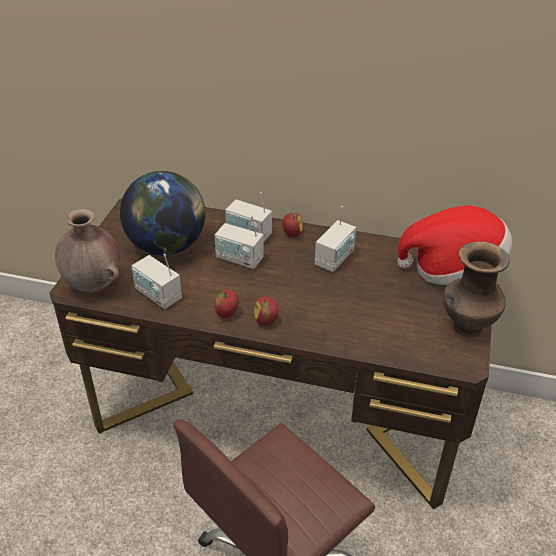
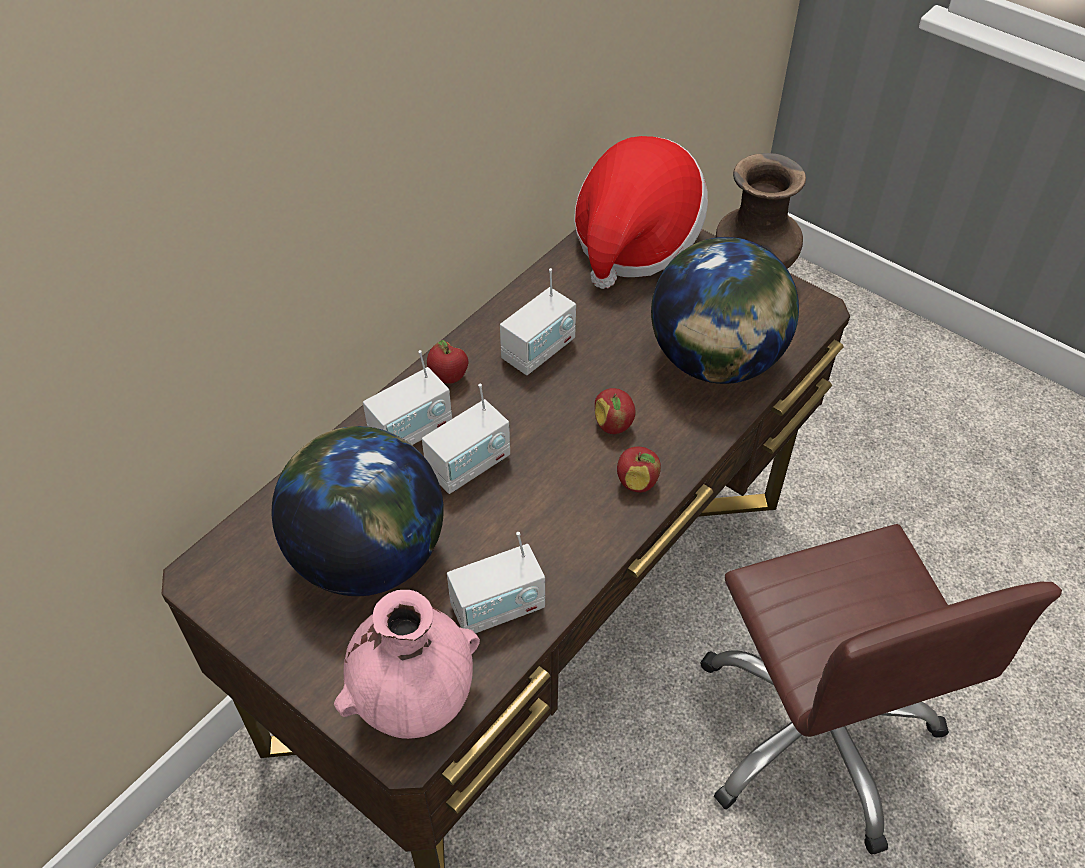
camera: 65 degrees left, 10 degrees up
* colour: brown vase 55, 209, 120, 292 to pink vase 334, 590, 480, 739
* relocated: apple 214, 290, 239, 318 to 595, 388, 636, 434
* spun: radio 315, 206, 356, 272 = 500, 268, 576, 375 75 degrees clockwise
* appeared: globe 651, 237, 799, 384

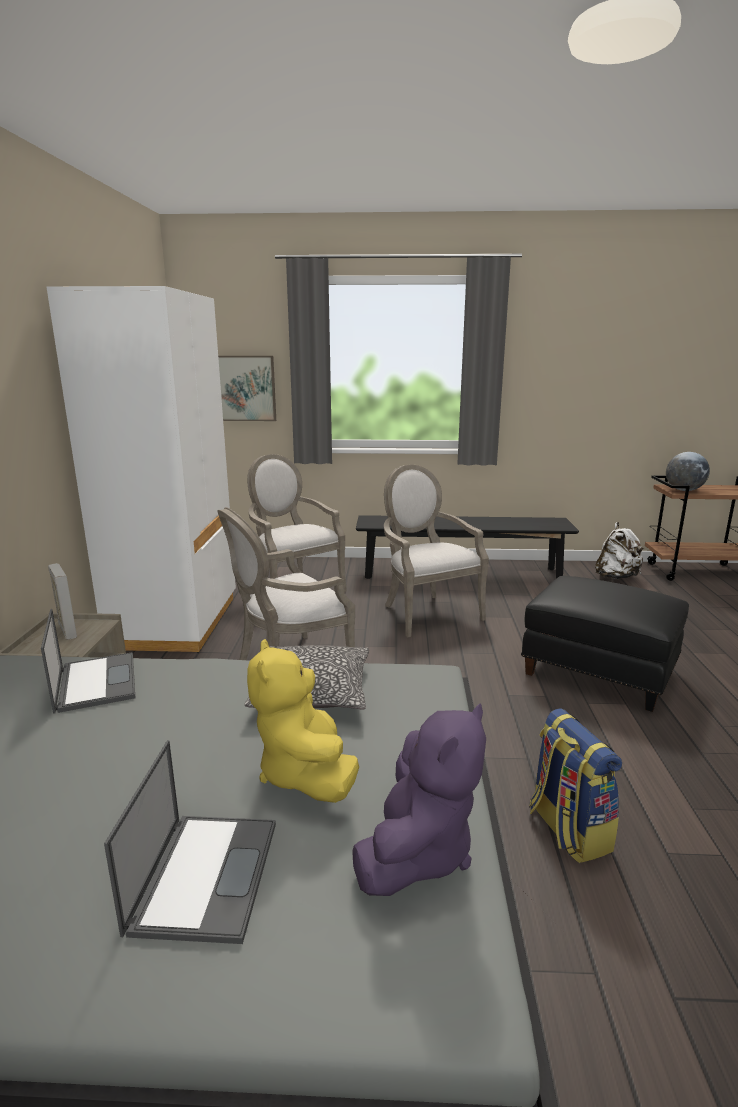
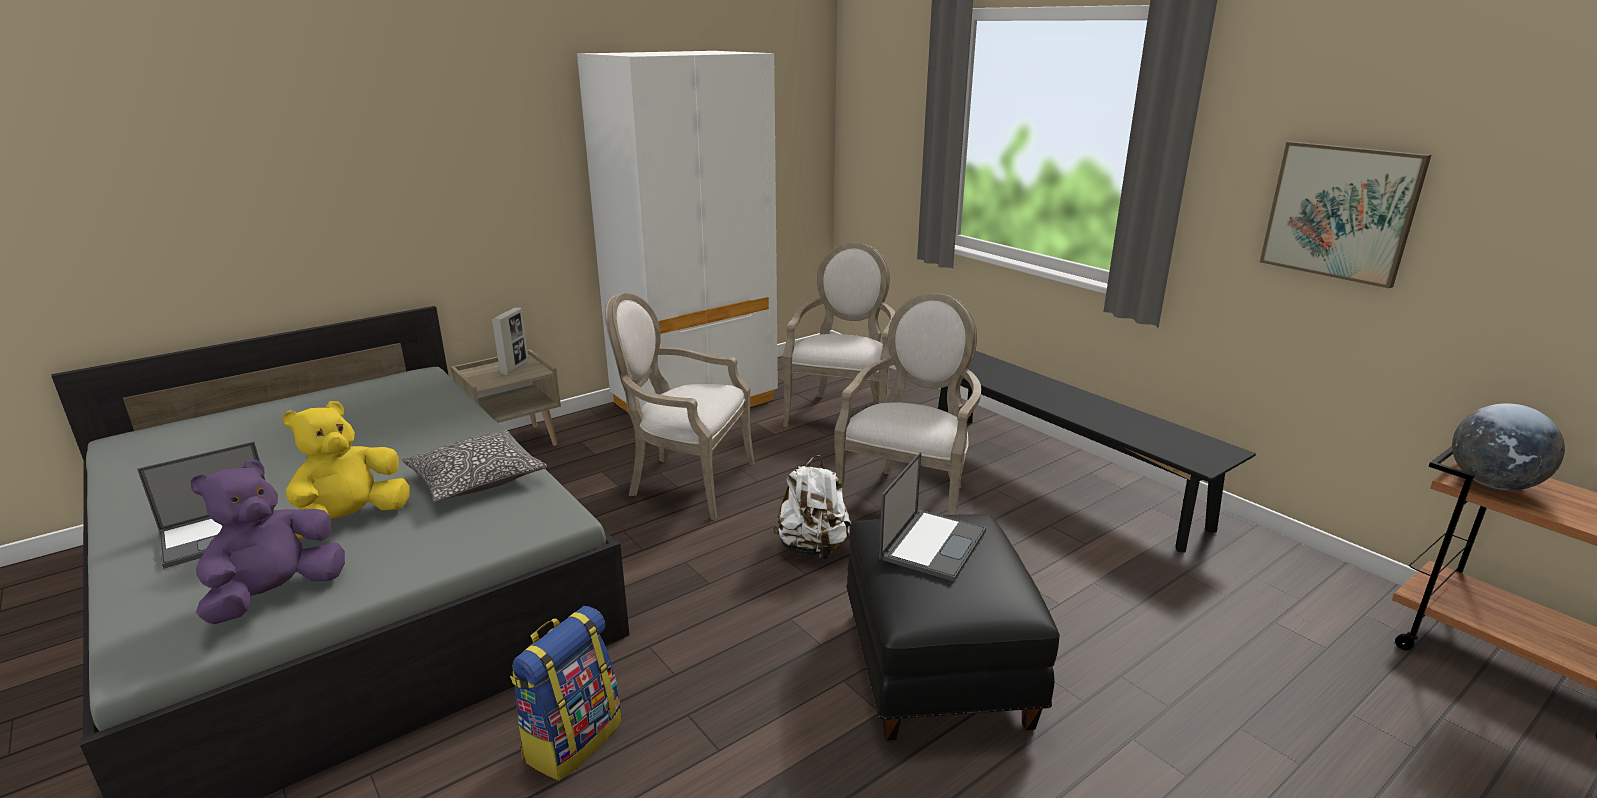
camera: 50 degrees right, 5 degrees up
* relocated: laptop 41, 609, 135, 714 to 879, 452, 986, 581
* relocated: picture 218, 356, 276, 421 to 1260, 141, 1431, 288
* spun: purple plush toy 352, 704, 486, 896 = 190, 460, 345, 624 135 degrees clockwise
* relocated: white backpack 595, 522, 643, 579 to 773, 455, 851, 559

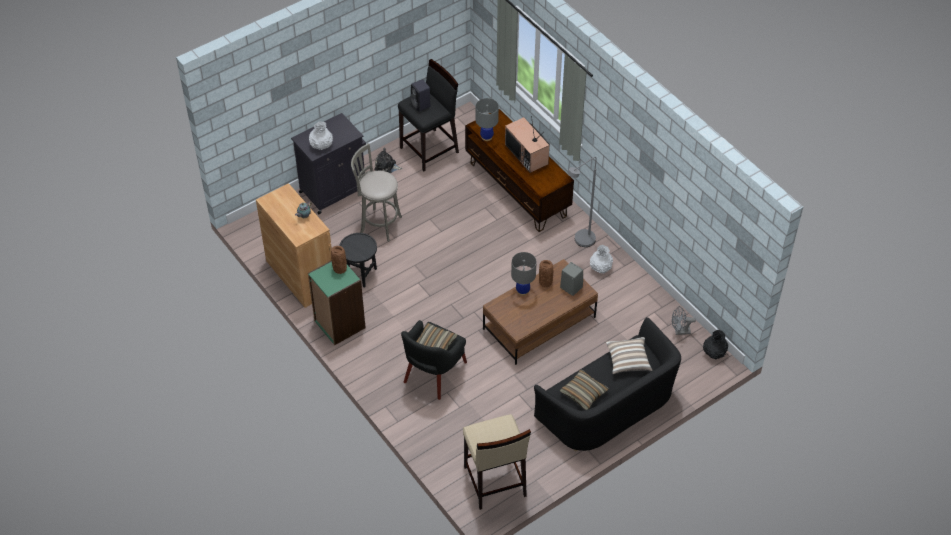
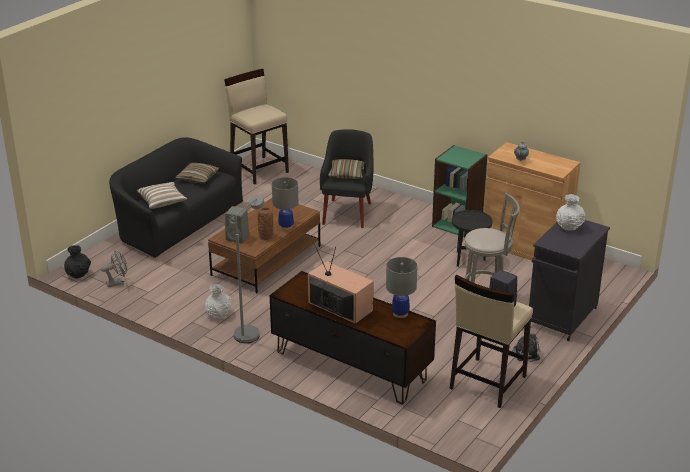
camera: 160 degrees right, 20 degrees down
* missing: brown vase 331, 246, 347, 274
* colour: black stool 398, 59, 459, 172 to beige stool 450, 275, 533, 408

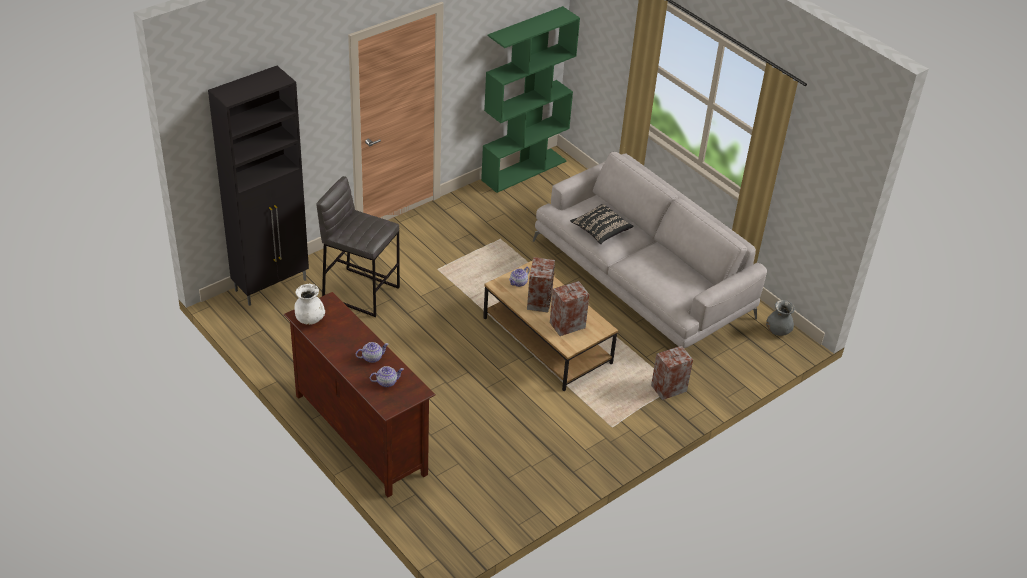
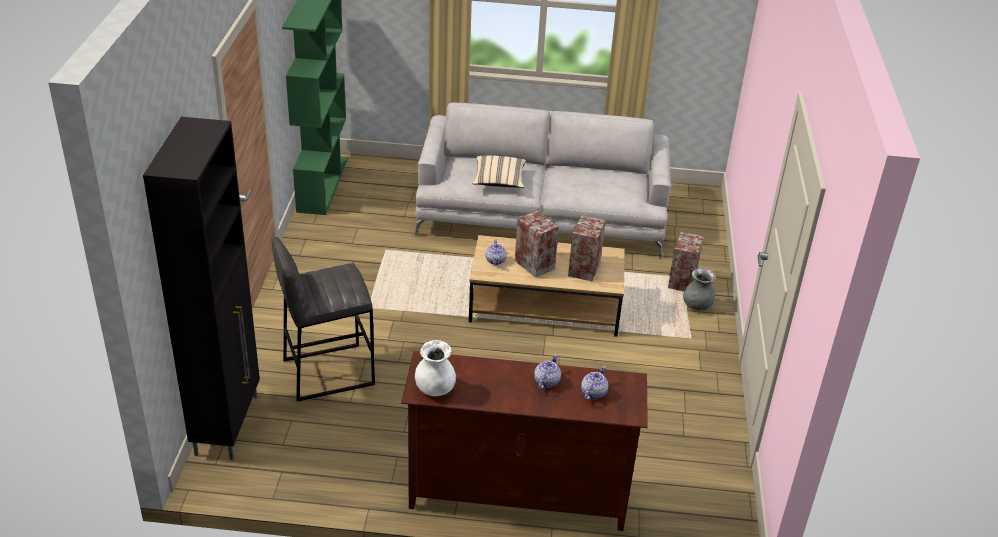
camera: 45 degrees left, 5 degrees down
* colour: black pillow 570, 204, 633, 244 to beige pillow 472, 155, 526, 188
* relocated: grey vase 766, 300, 795, 336 to 683, 268, 716, 311

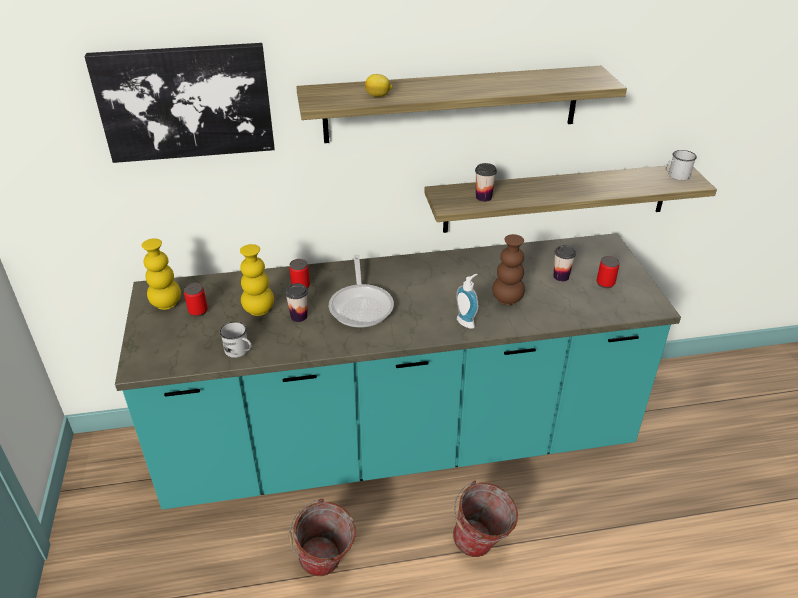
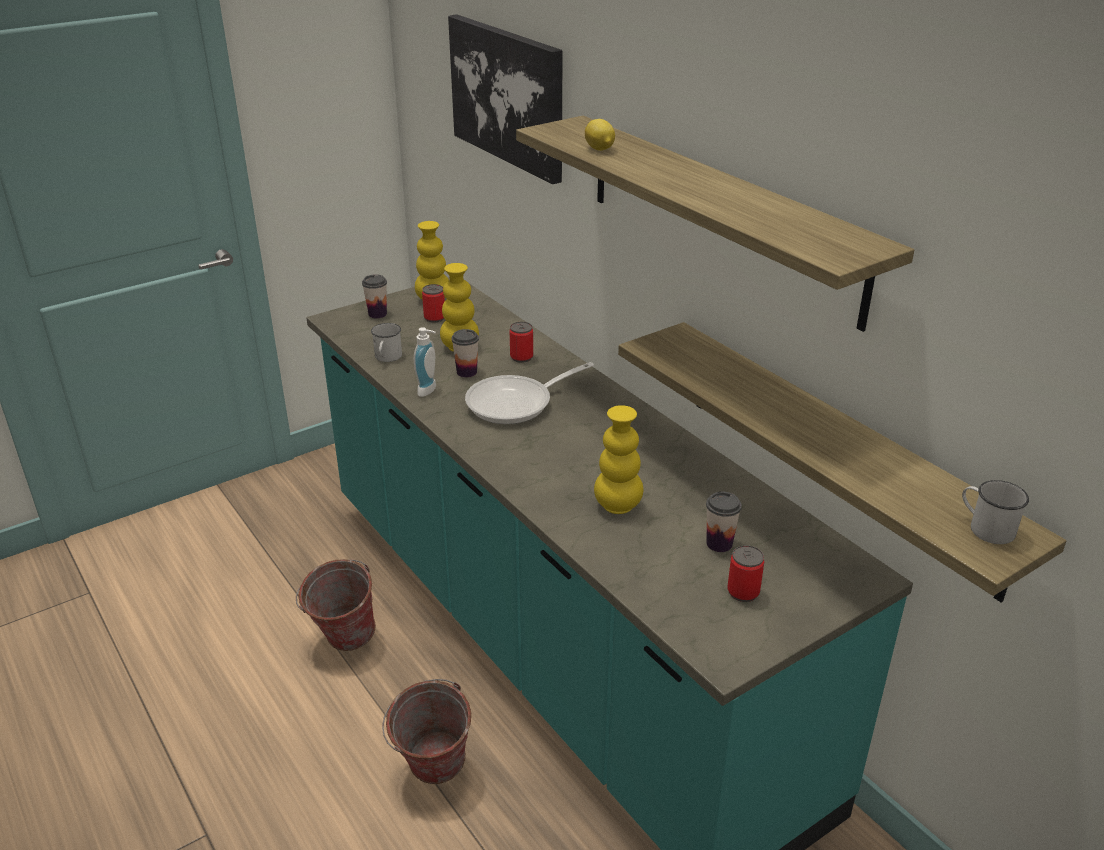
camera: 65 degrees right, 5 degrees down
* relocated: soap dispenser 456, 274, 478, 329 to 414, 327, 436, 397
* relocated: cup 475, 163, 497, 202 to 362, 274, 387, 318
* colour: brown vase 492, 234, 525, 305 to yellow vase 594, 405, 643, 514

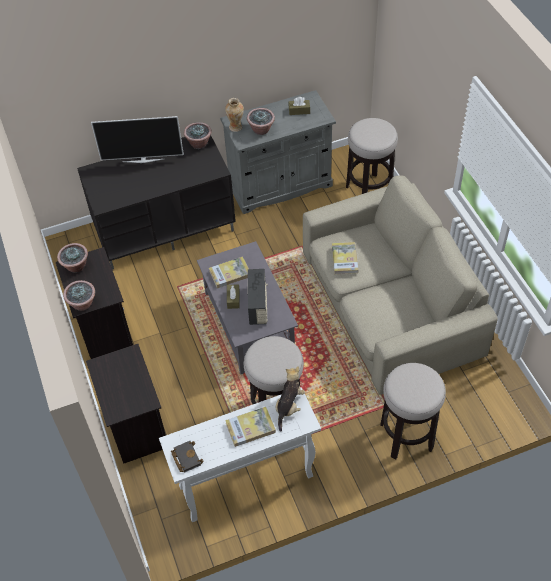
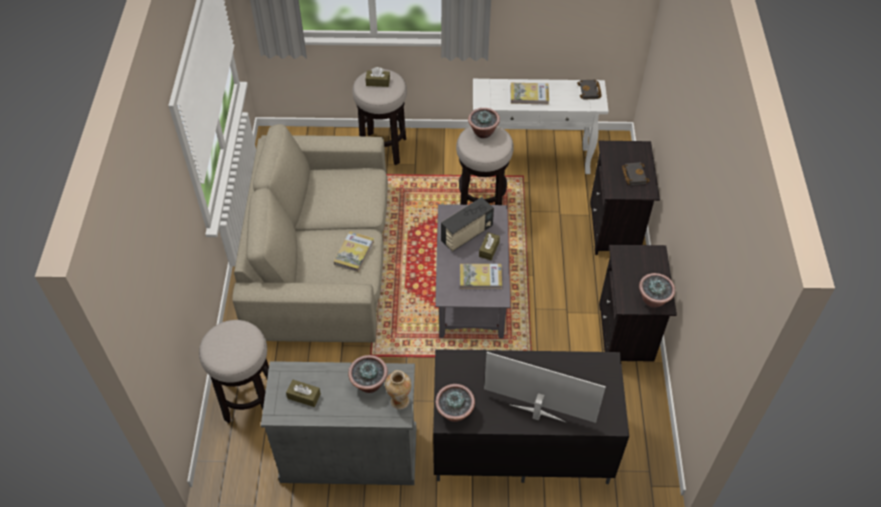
camera: 160 degrees left, 0 degrees up
* relocated: potted plant 63, 280, 95, 311 to 468, 108, 500, 138
* spun: radio 248, 269, 268, 325 = 441, 197, 494, 252 150 degrees counterclockwise
* missing: plush toy 276, 366, 305, 431
* appeared: brown tissue box 366, 67, 390, 87
* appeared: black book 622, 162, 649, 185

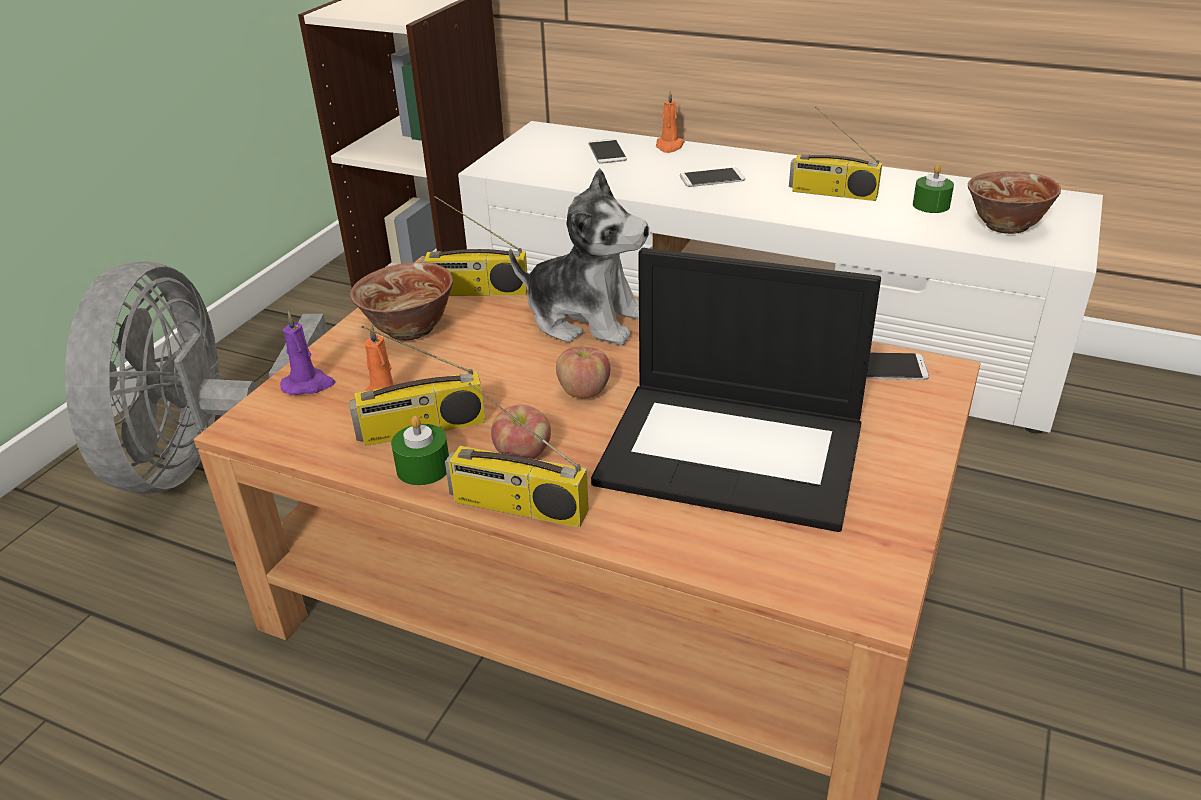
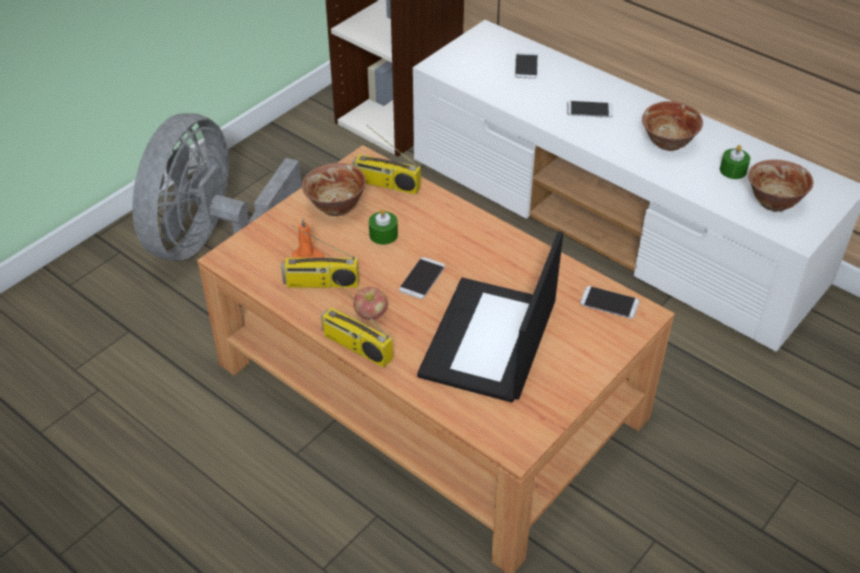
camera: 15 degrees right, 10 degrees up
* missing: purple candle 280, 311, 335, 395
* relocated: green candle 391, 416, 449, 486 to 369, 209, 398, 245
* missing: plush toy 509, 168, 649, 345
* exchanged: apple 556, 347, 611, 398 to phone 399, 257, 445, 299
* spun: laptop 591, 248, 881, 532 = 417, 231, 563, 403 75 degrees clockwise
* missing: orange candle 656, 91, 685, 153
* exchanged: radio 789, 107, 882, 201 to bowl 642, 101, 703, 151

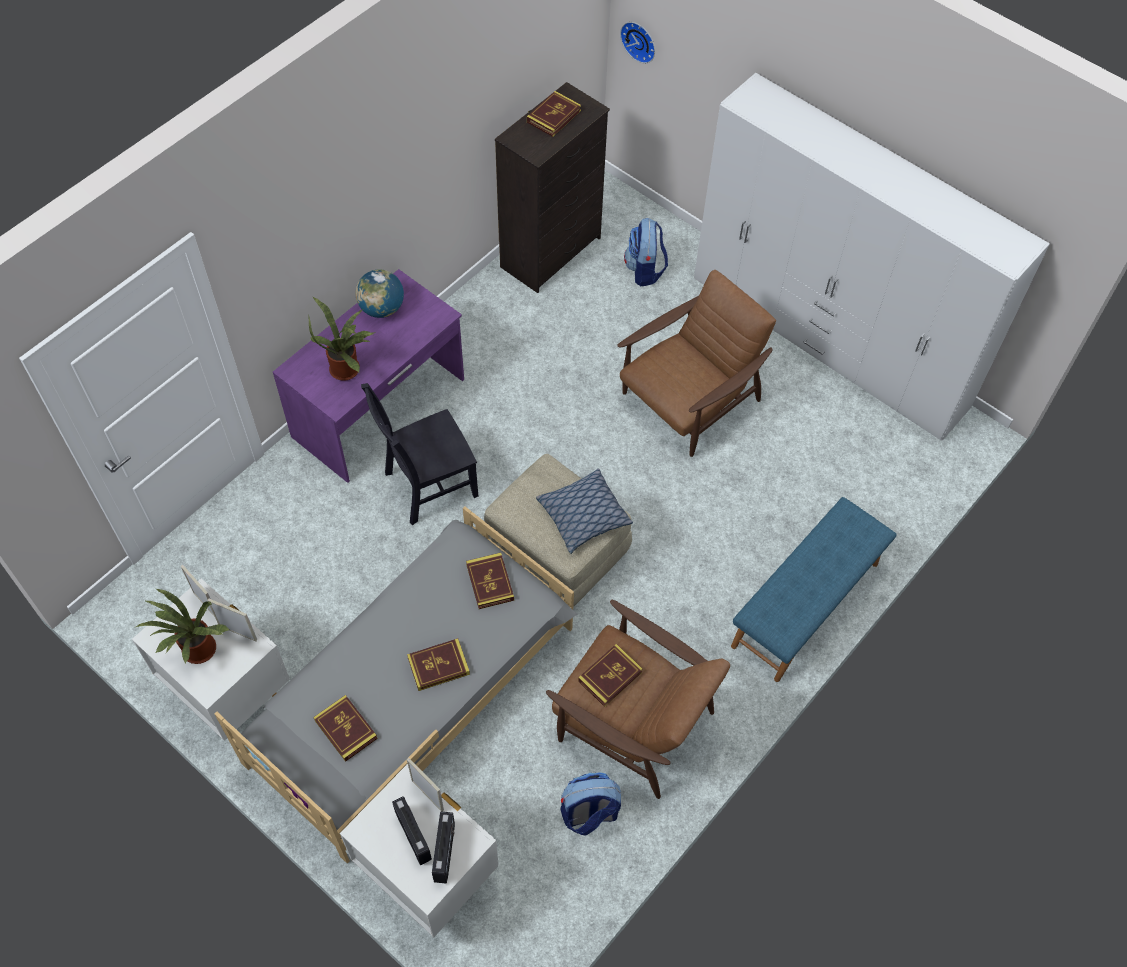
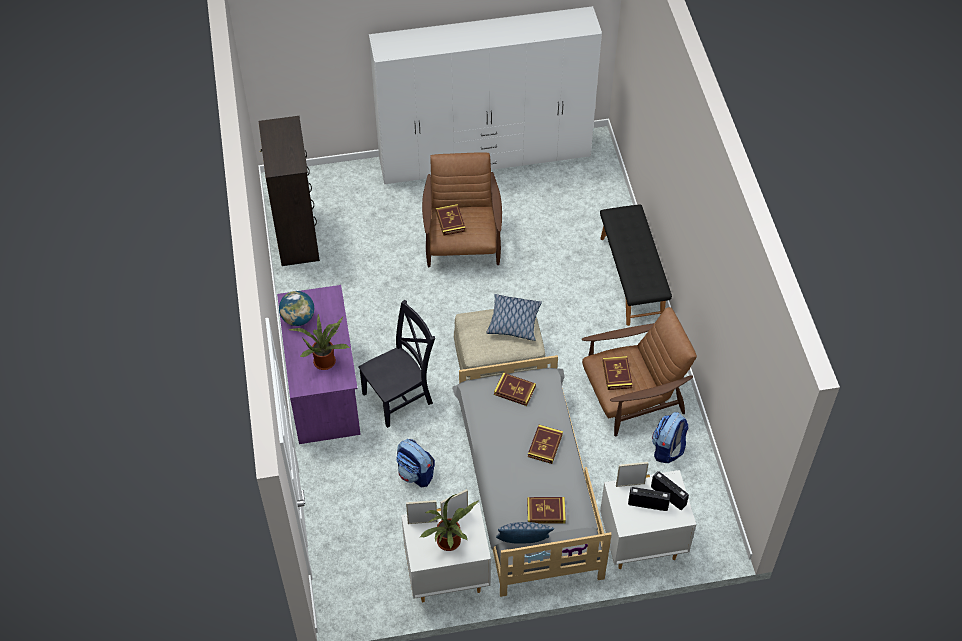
camera: 50 degrees left, 5 degrees down
* spun: black chair 361, 383, 478, 525 = 358, 300, 435, 428 135 degrees counterclockwise
* relocated: book 527, 91, 581, 137 to 436, 204, 466, 236
* missing: wall clock 620, 22, 655, 64
* relocated: backpack 624, 218, 668, 286 to 396, 439, 435, 488
* colour: blue bench 731, 497, 897, 682 to black bench 600, 204, 672, 326
* appeared: pillow 496, 522, 554, 543

